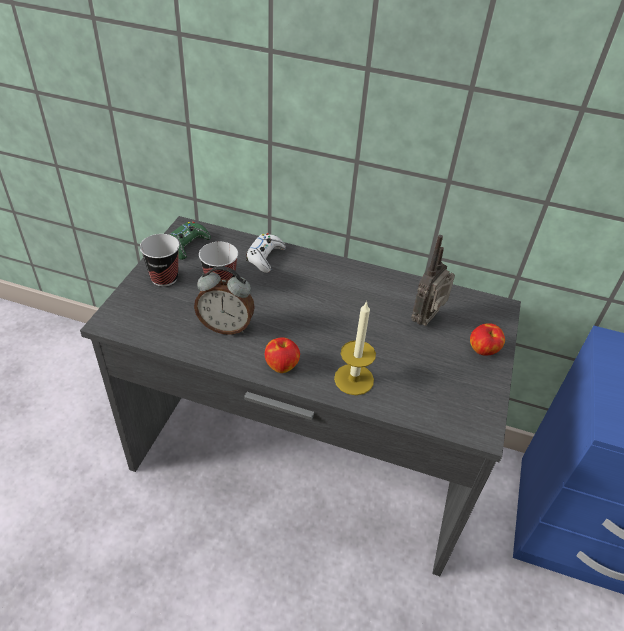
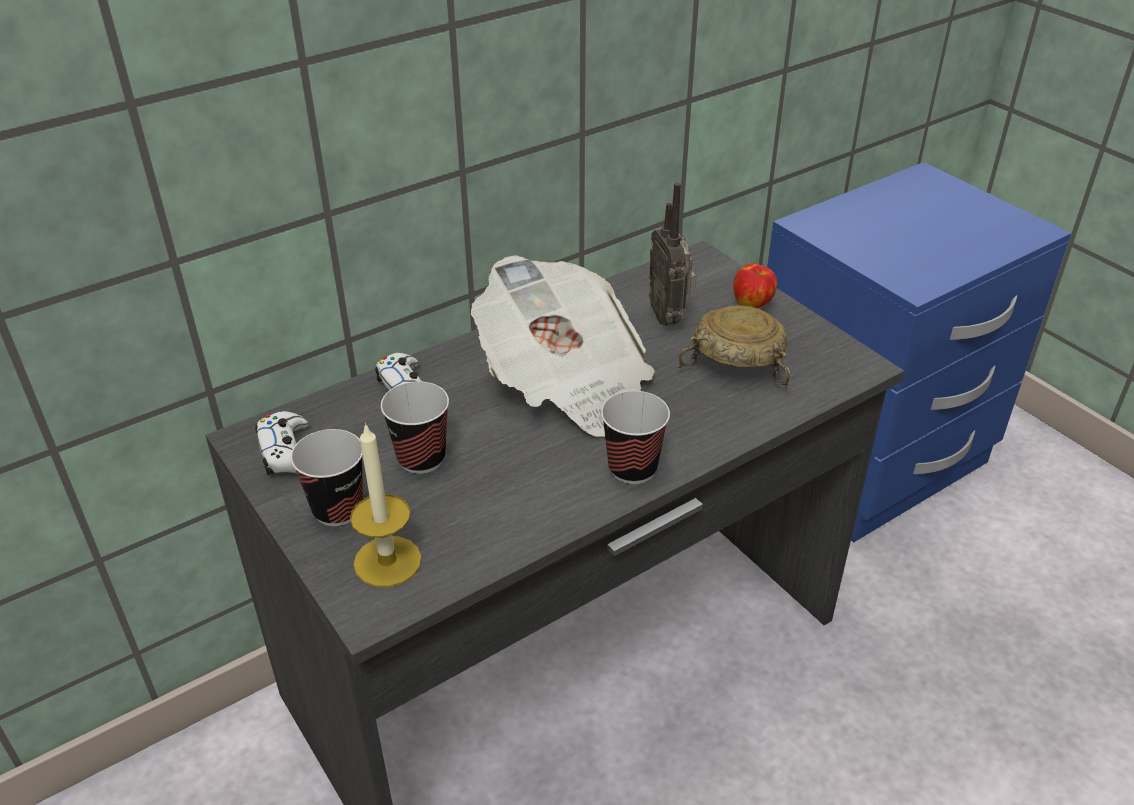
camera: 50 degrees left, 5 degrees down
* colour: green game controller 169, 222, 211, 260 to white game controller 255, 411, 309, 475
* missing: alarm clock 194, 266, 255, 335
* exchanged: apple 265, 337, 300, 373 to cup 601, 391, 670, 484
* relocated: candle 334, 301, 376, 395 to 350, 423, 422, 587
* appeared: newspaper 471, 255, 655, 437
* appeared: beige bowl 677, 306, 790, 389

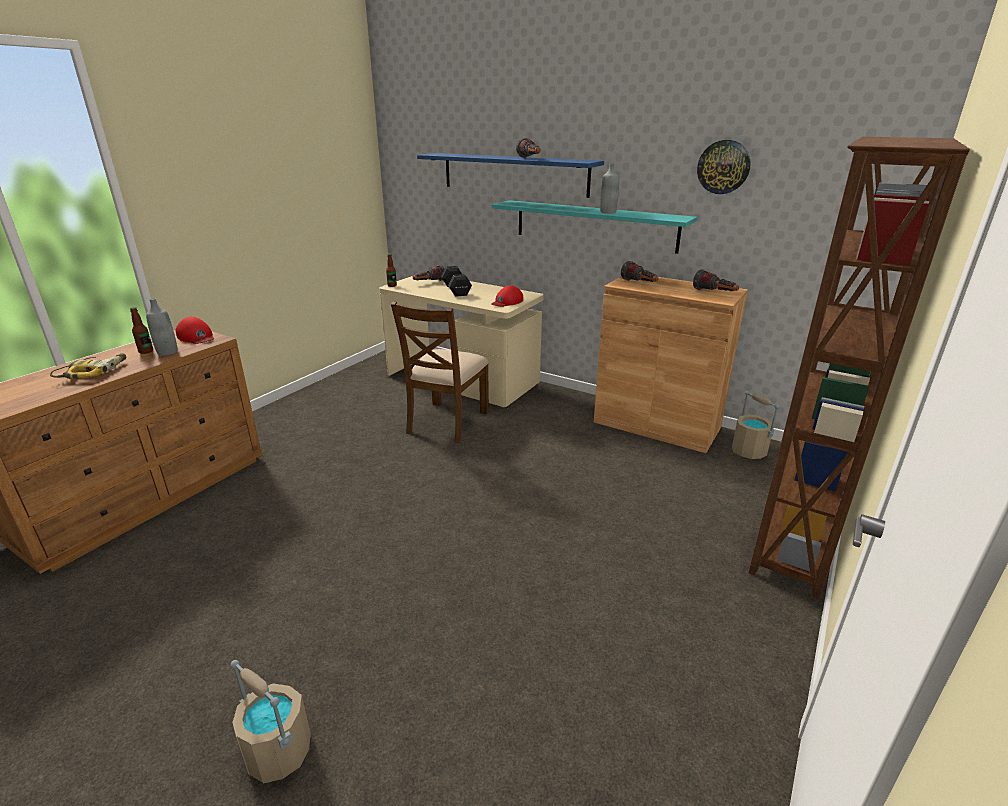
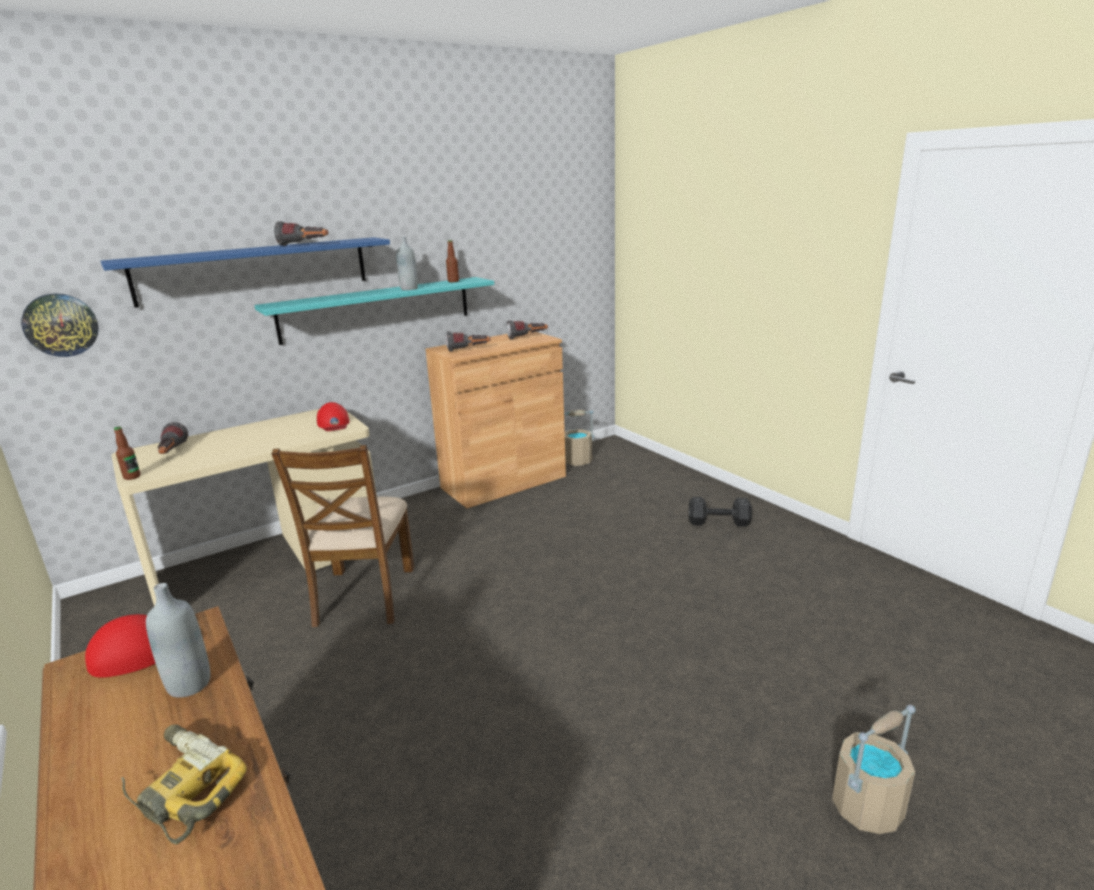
camera: 65 degrees left, 5 degrees down
* relocated: bottle 130, 307, 153, 354 to 446, 240, 459, 282
* spun: brown chair 391, 301, 489, 444 = 271, 445, 414, 627 45 degrees clockwise
* relocated: black dumbbell 441, 266, 472, 297 to 689, 497, 752, 527
* relocated: wall clock 697, 140, 751, 194 to 21, 294, 99, 357
* missing: brown bookcase 748, 137, 970, 599

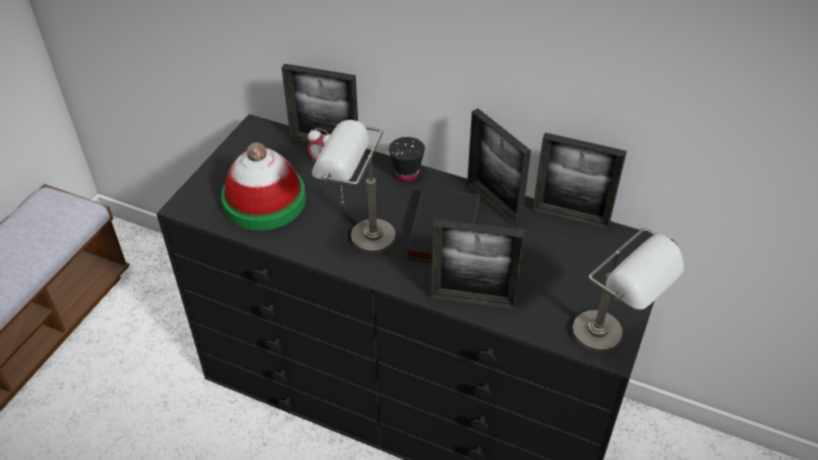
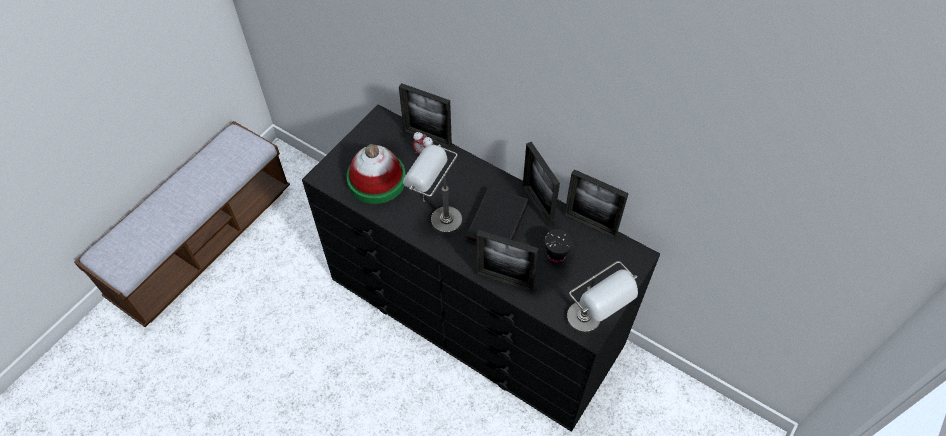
camera: 10 degrees right, 10 degrees up
* relocated: black cup 389, 137, 425, 182 to 545, 229, 573, 263

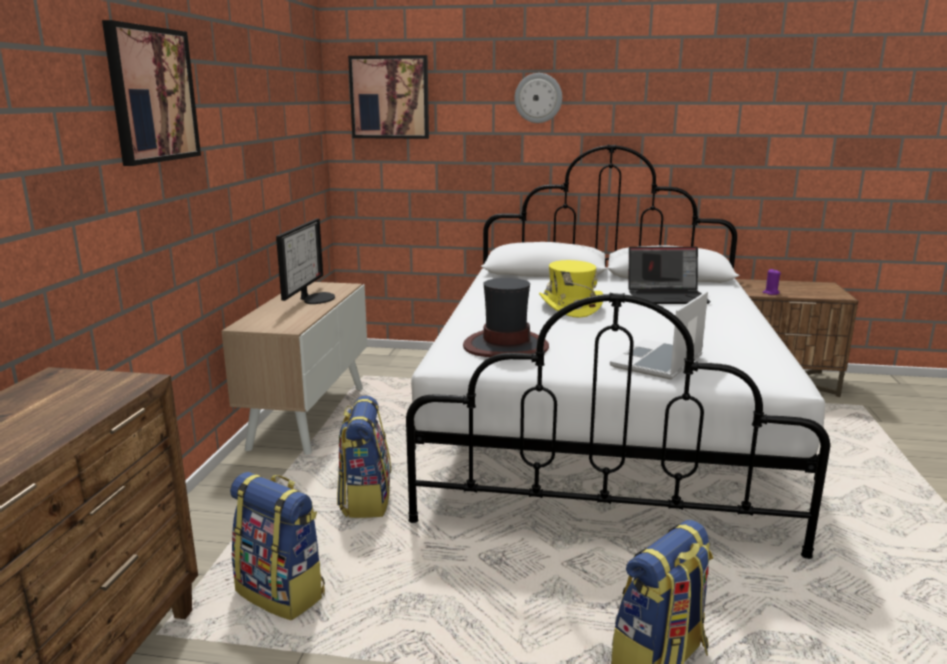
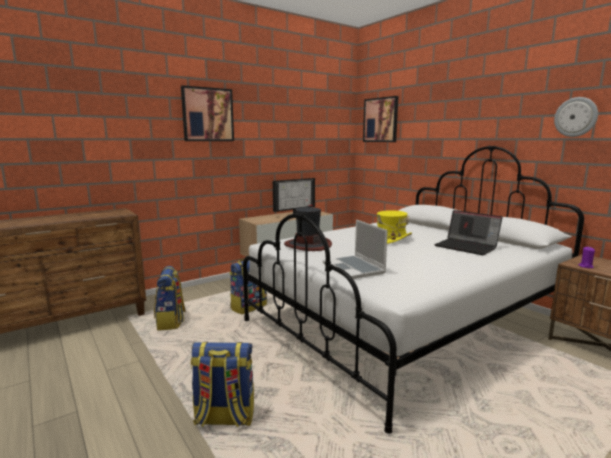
camera: 45 degrees right, 5 degrees down
* relocated: wall clock 514, 73, 562, 123 to 554, 97, 598, 137
* spun: laptop 610, 291, 708, 380 = 323, 219, 388, 279 105 degrees counterclockwise

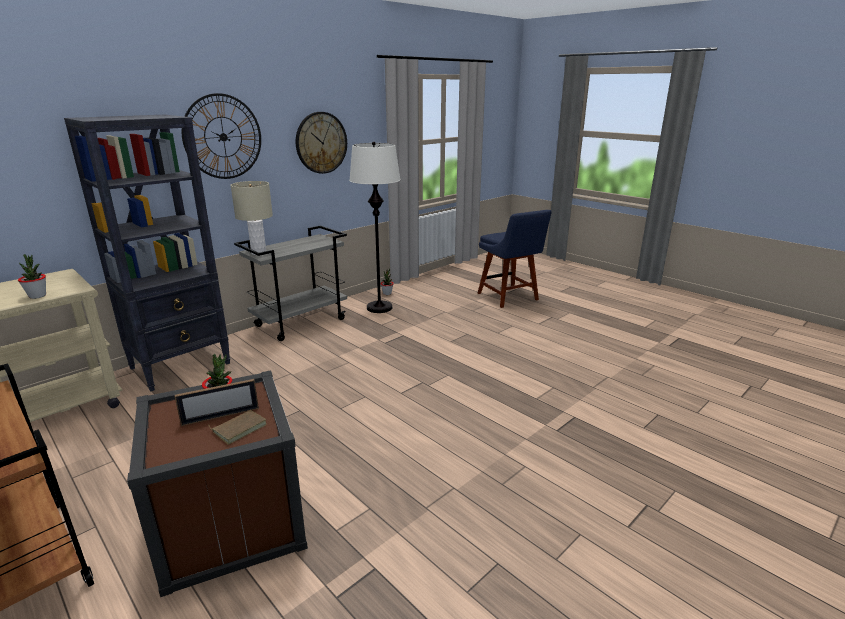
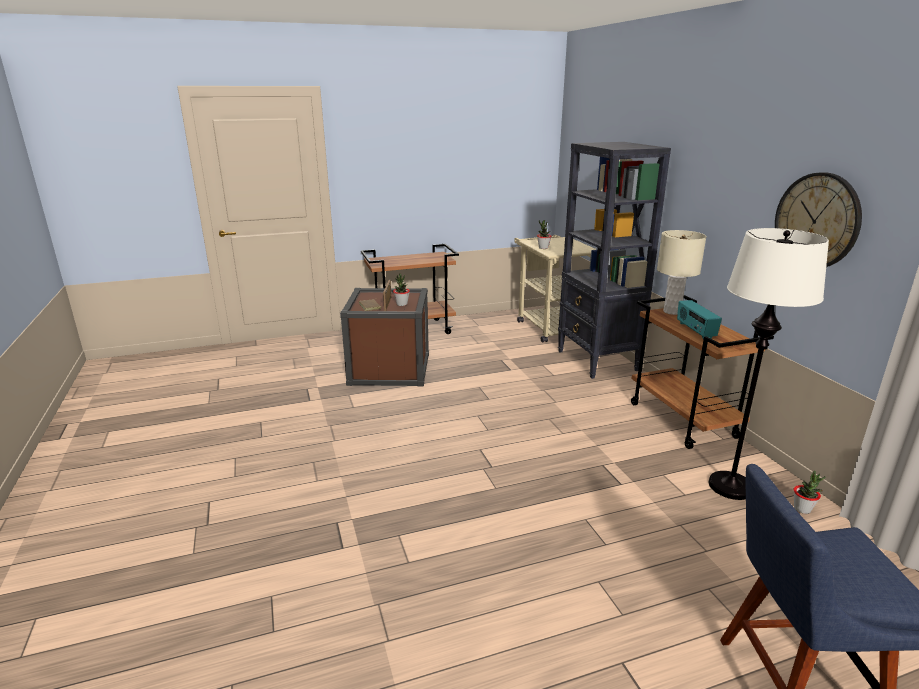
camera: 115 degrees right, 0 degrees up
* missing: wall clock 182, 93, 261, 179
* colour: grey cart 234, 226, 347, 341 to brown cart 631, 295, 774, 449
* appeared: radio 677, 300, 722, 340

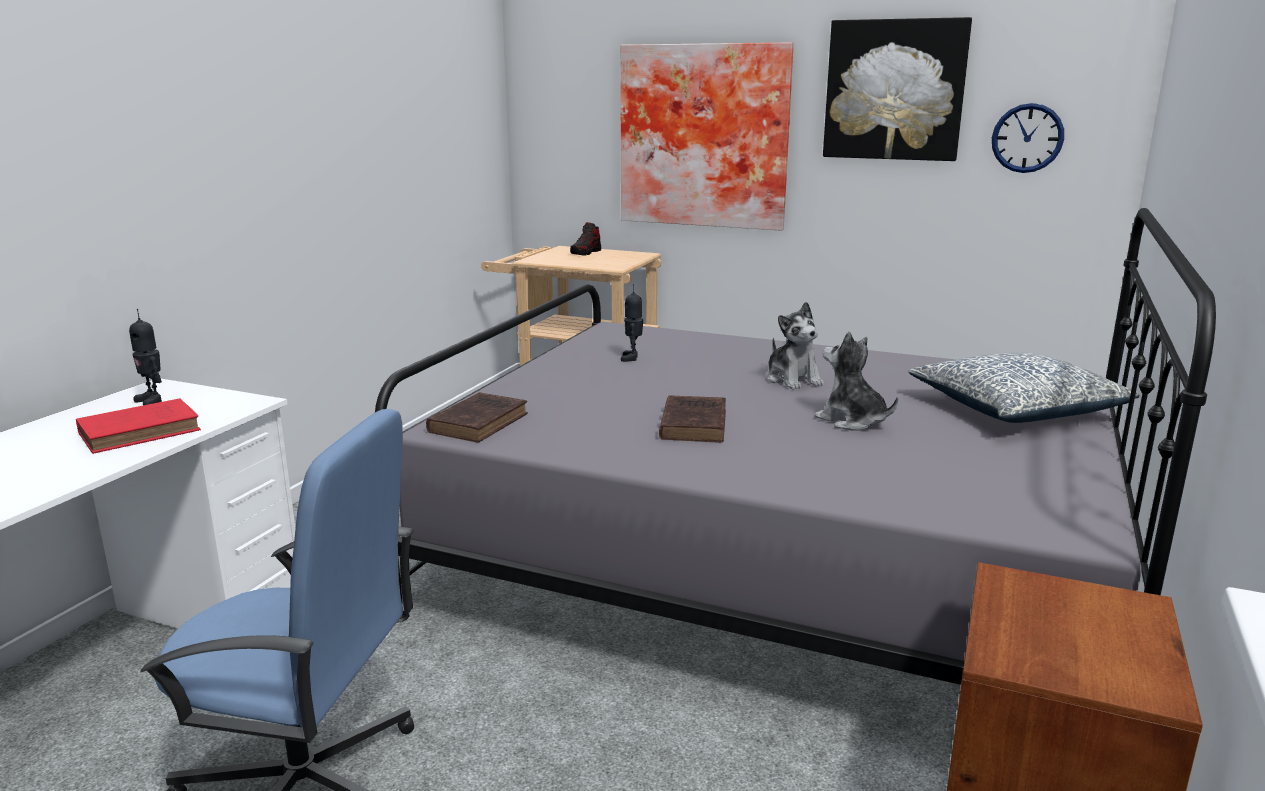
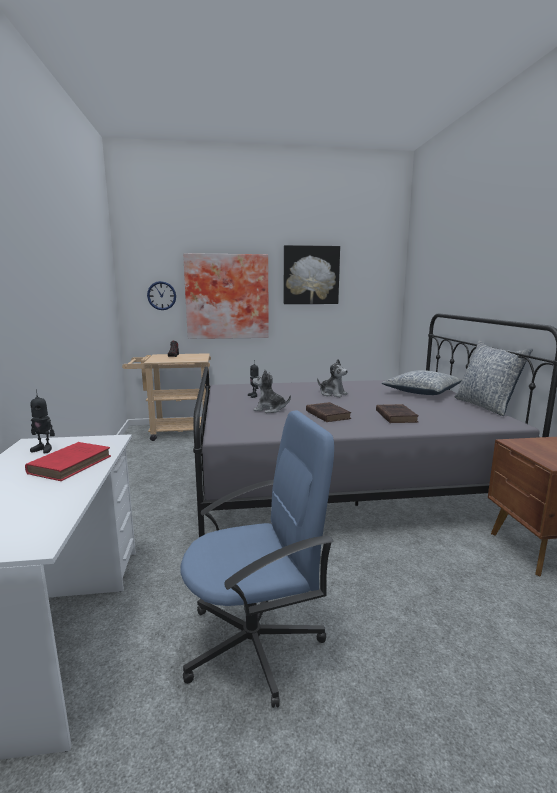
camera: 30 degrees left, 5 degrees down
* relocated: brown book 426, 392, 528, 443 to 376, 404, 418, 423
* relocated: plush toy 814, 331, 898, 431 to 253, 370, 291, 413
* relocated: wall clock 992, 103, 1064, 173 to 147, 281, 176, 310
* appeared: pillow 454, 341, 533, 416

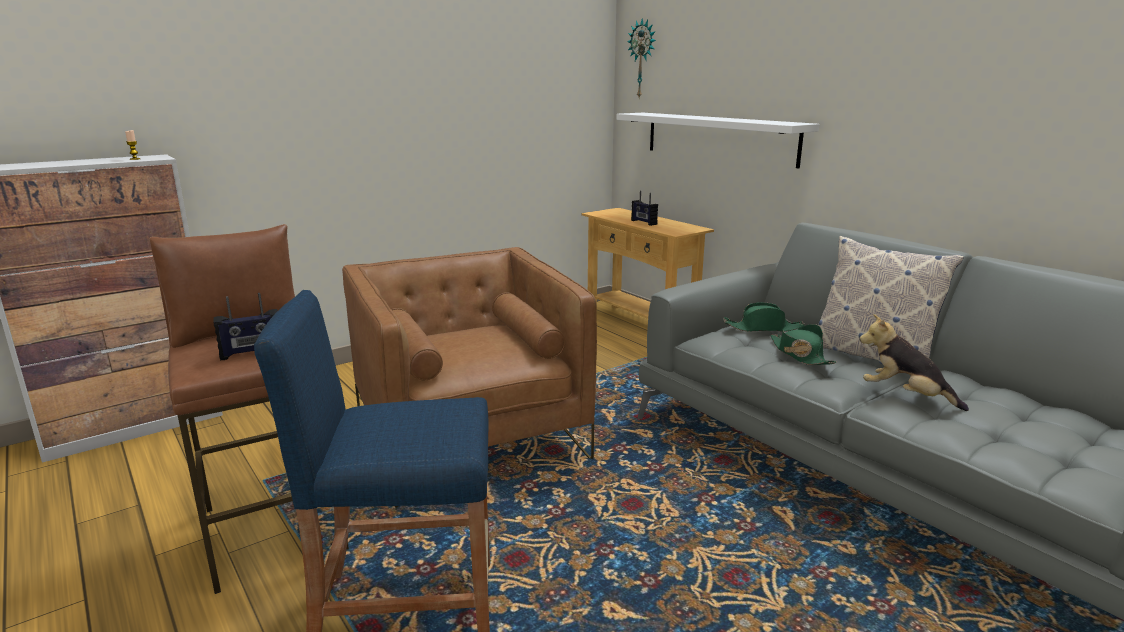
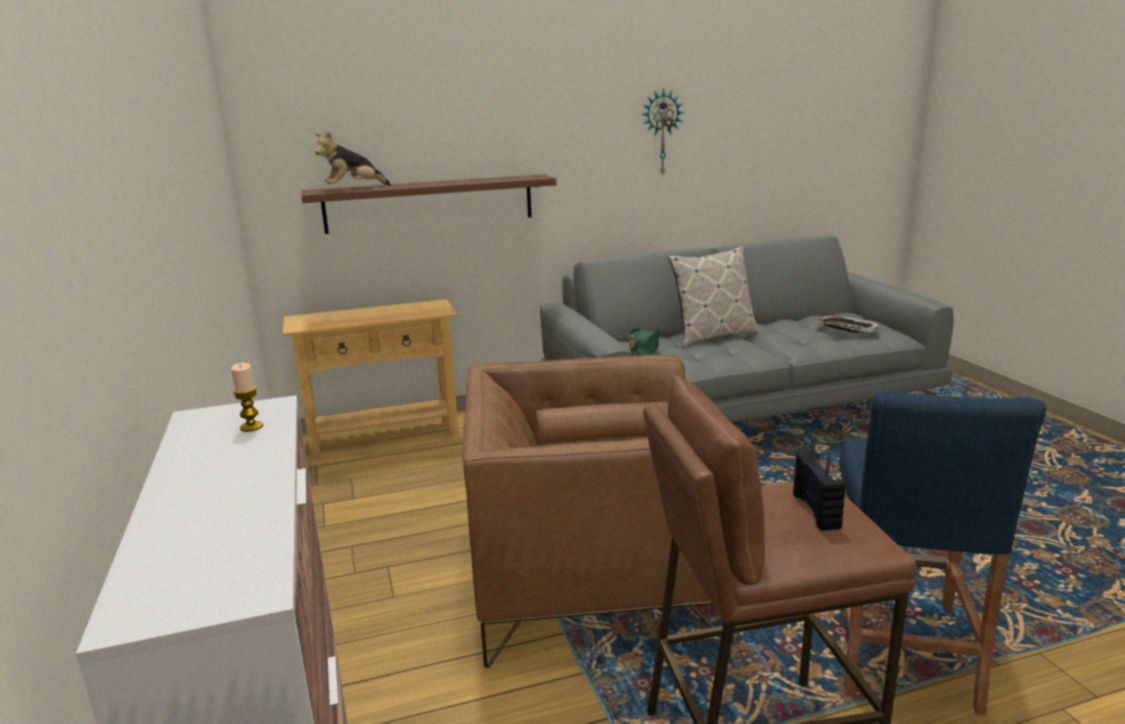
camera: 70 degrees left, 0 degrees up
* colour: white shelf 616, 113, 819, 169 to brown shelf 301, 174, 557, 234
* relocated: wall clock 627, 18, 656, 98 to 642, 89, 685, 176
* missing: radio 631, 191, 658, 226
* missing: green hat 770, 324, 837, 365
* relocated: plush toy 859, 314, 969, 411 to 315, 131, 391, 185
* appeared: tray 815, 315, 880, 333

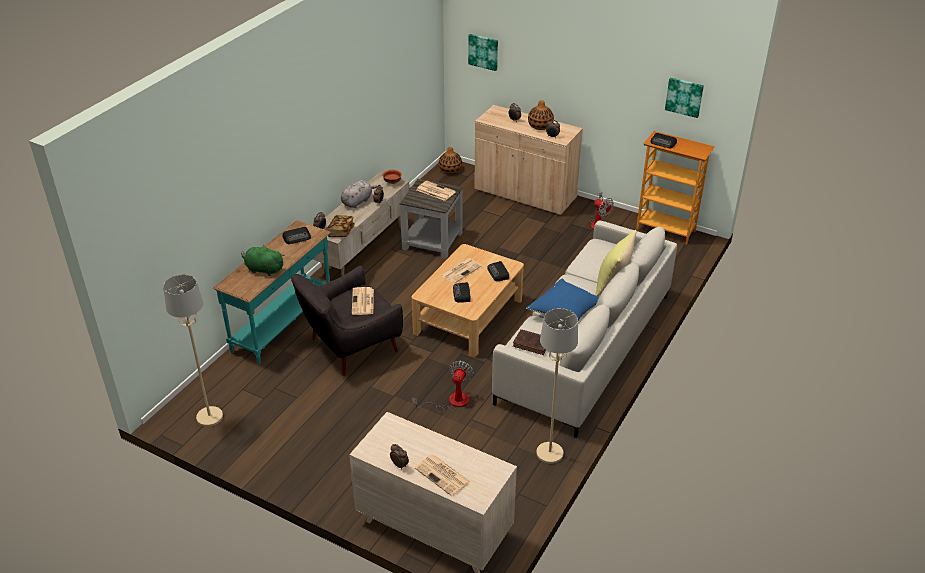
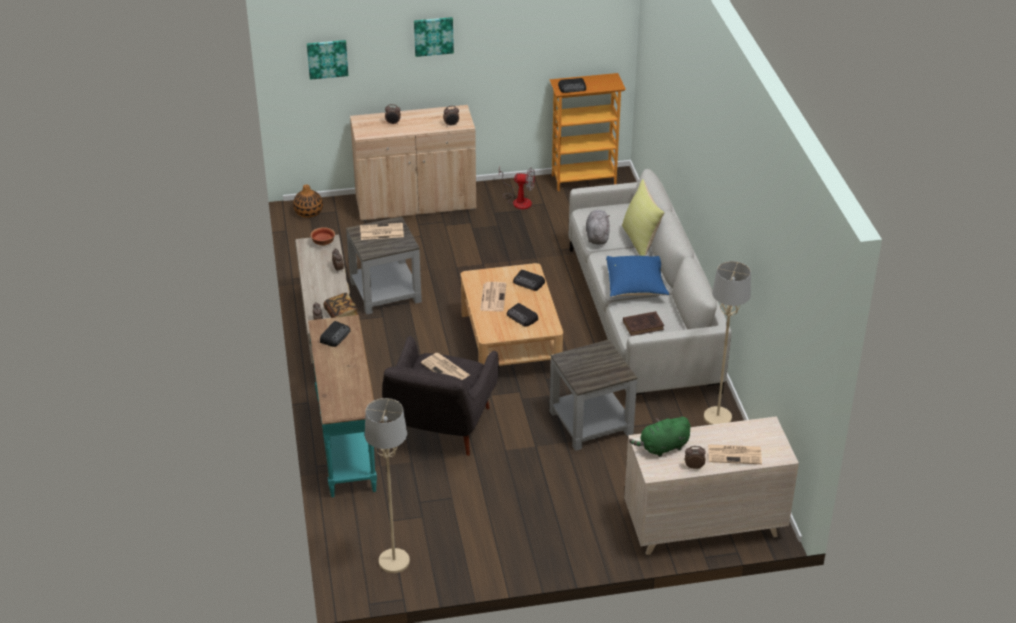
camera: 40 degrees left, 0 degrees up
* relocated: green plush toy 241, 245, 284, 276 to 629, 417, 690, 457
* relocated: grey plush toy 341, 180, 377, 208 to 586, 210, 610, 245
* exchanged: fan 412, 361, 474, 413 to grey side table 550, 340, 637, 451
* missing: vase 528, 100, 554, 130
* relocated: picture 665, 78, 704, 118 to 414, 17, 454, 57

